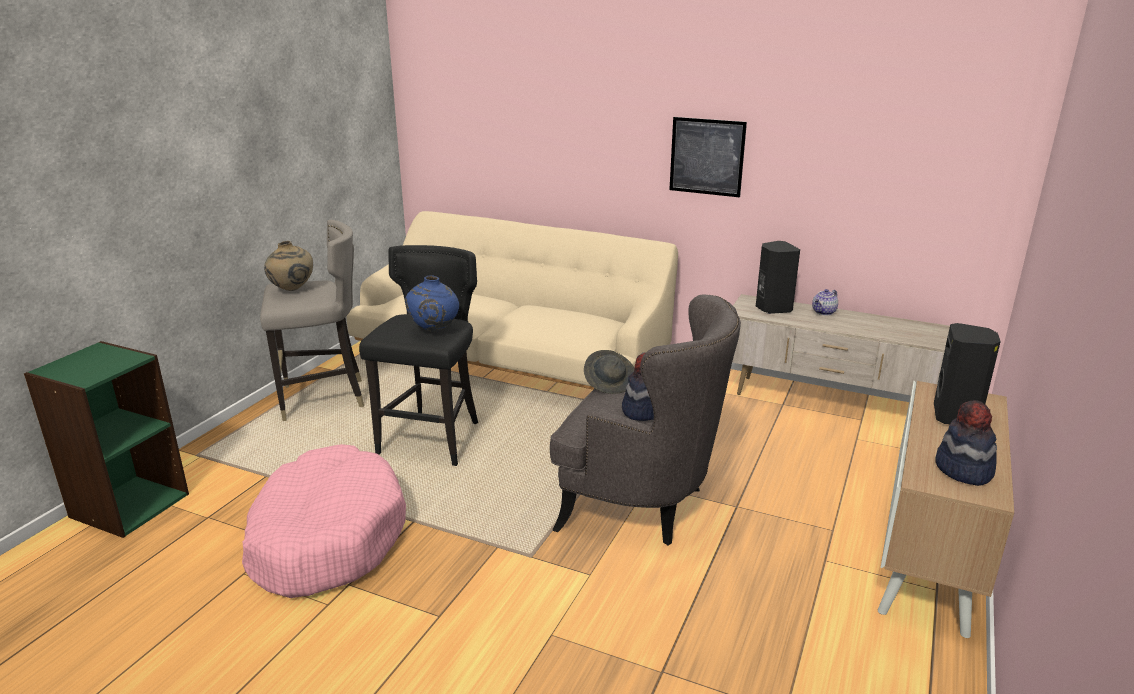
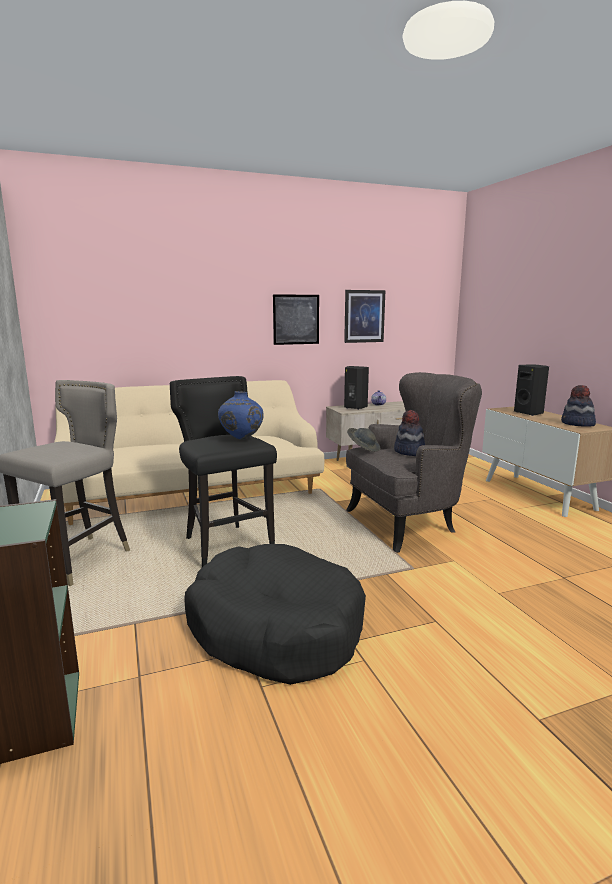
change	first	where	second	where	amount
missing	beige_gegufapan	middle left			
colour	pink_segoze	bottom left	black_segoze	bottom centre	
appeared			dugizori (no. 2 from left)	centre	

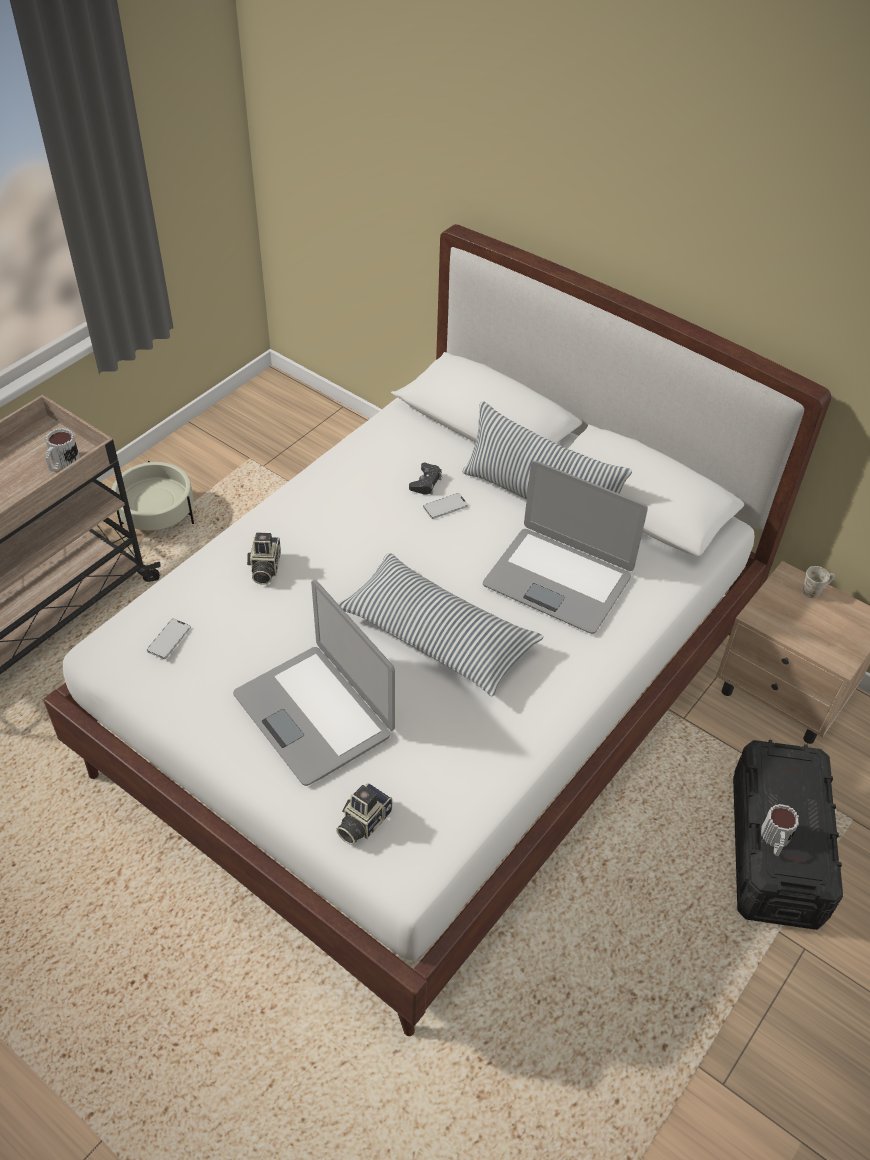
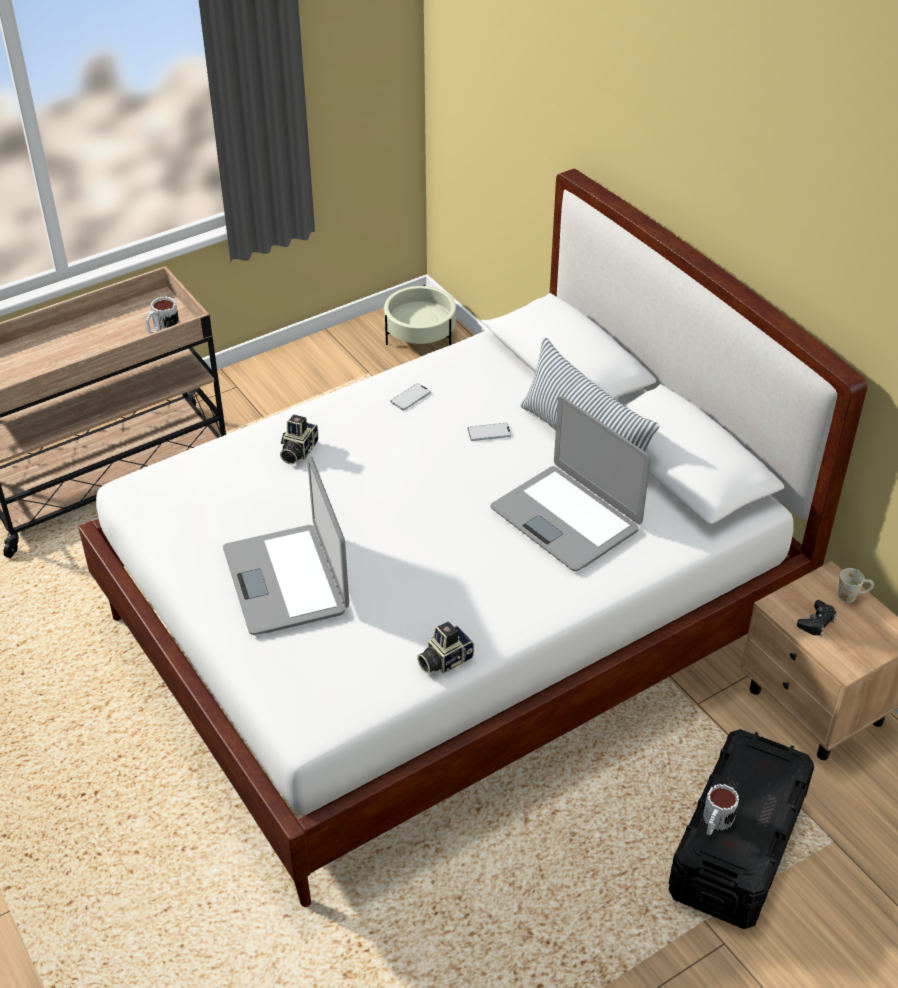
change	first	where	second	where	amount
relocated	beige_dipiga	middle left		top centre	
relocated	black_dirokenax	centre		middle right	
missing	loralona (no. 1 from left)	centre			
relocated	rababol (no. 1 from left)	middle left		centre	
relocated	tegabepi (no. 2 from left)	bottom centre		centre	

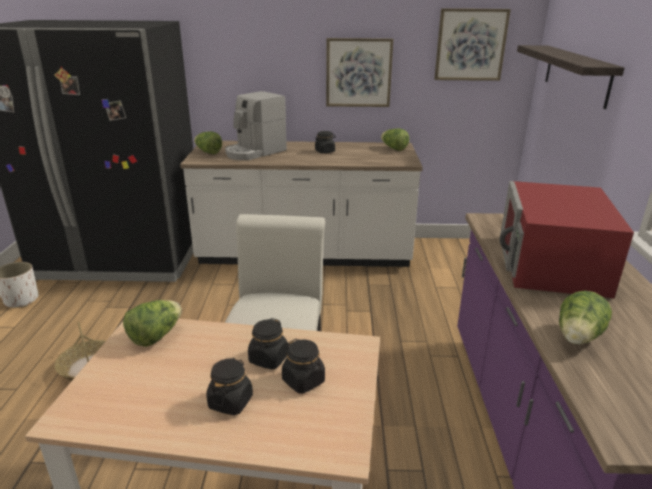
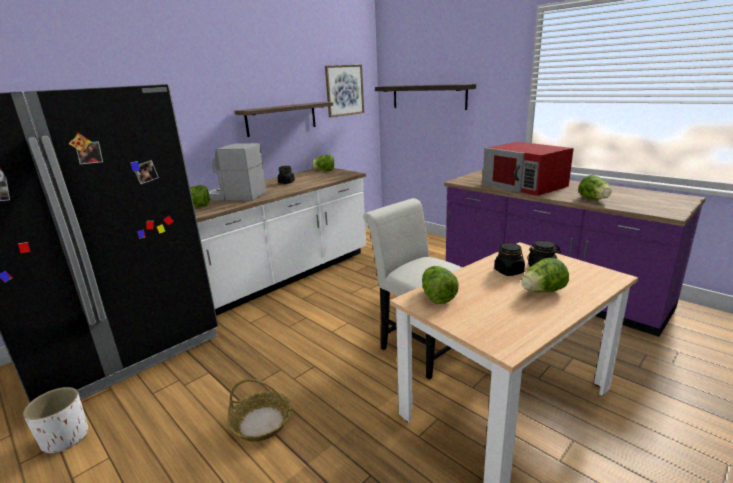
change	first	where	second	where	amount
exchanged	dugizori (no. 1 from left)	top centre	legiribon (no. 1 from left)	top centre	
spun	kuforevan	top centre		middle left	105 degrees clockwise
exchanged	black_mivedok (no. 1 from left)	bottom centre	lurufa (no. 4 from left)	middle right	

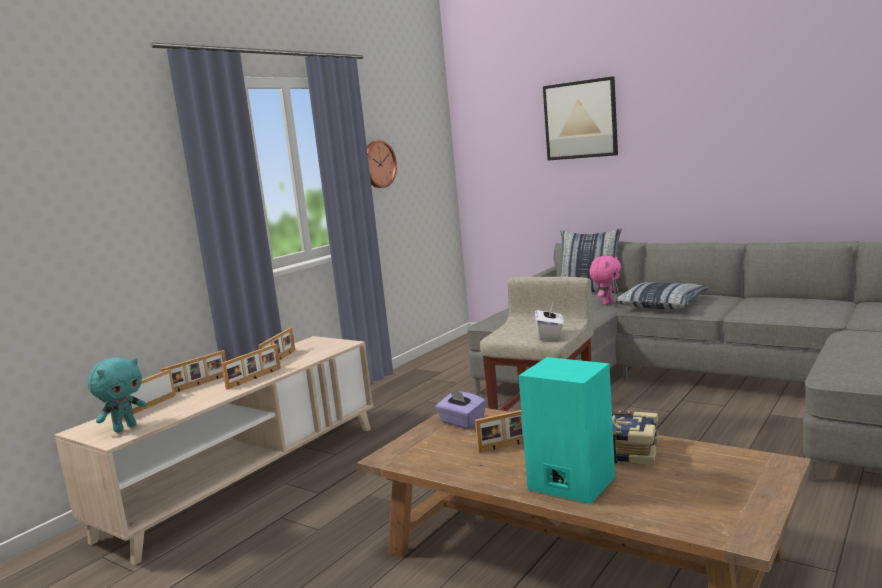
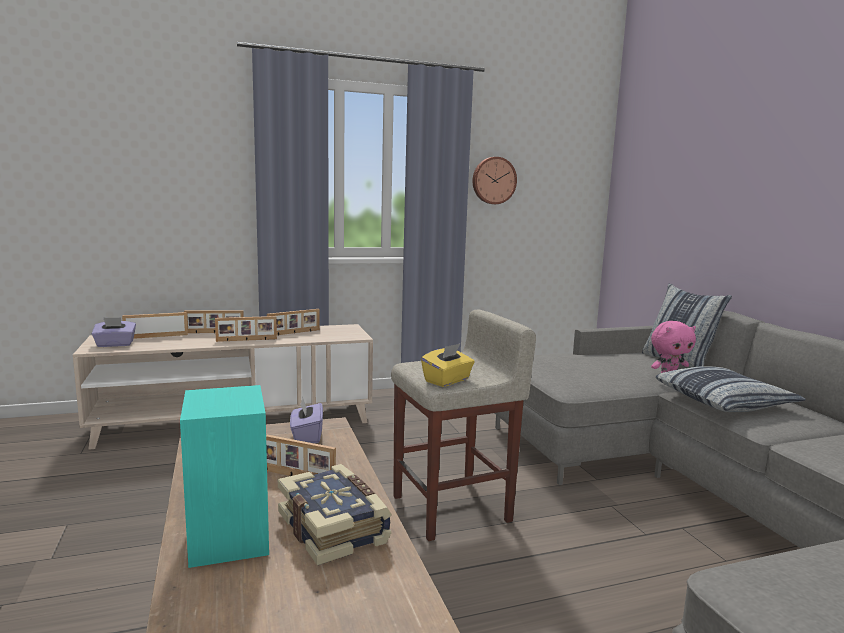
change	first	where	second	where	amount
missing	dugizori	top centre			
colour	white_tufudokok	centre	yellow_tufudokok	centre	
exchanged	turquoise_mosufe	bottom left	purple_tufudokok (no. 1 from left)	middle left	

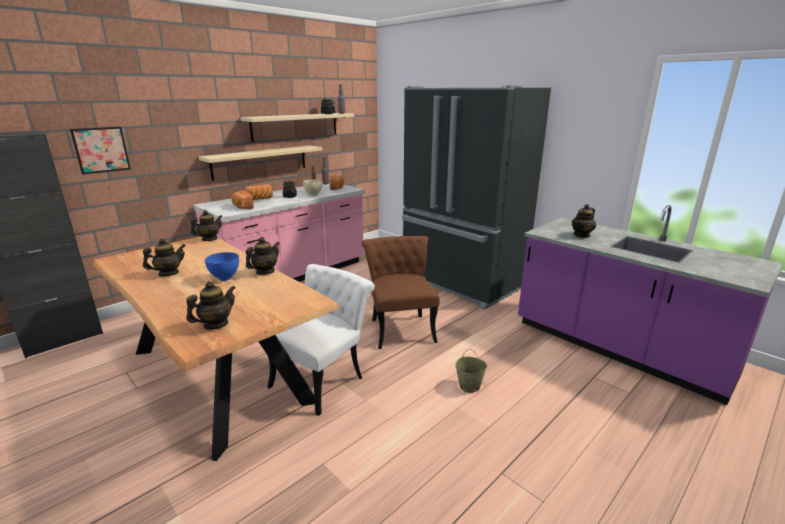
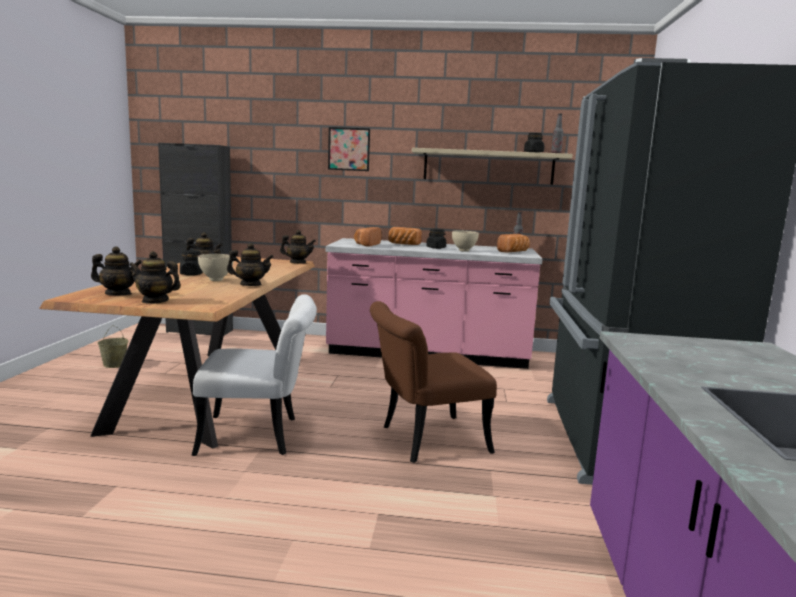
change	first	where	second	where	amount
relocated	dugizori	top left		top centre	
missing	beige_legiribon (no. 1 from left)	top left			
relocated	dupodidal (no. 5 from left in the first image)	middle right	dupodidal (no. 2 from left)	middle left	
spun	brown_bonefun	centre		centre	150 degrees counterclockwise
colour	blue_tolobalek	middle left	beige_tolobalek (no. 1 from left)	middle left	
relocated	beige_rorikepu	bottom centre		middle left	
appeared			black_mivedok (no. 1 from left)	middle left	

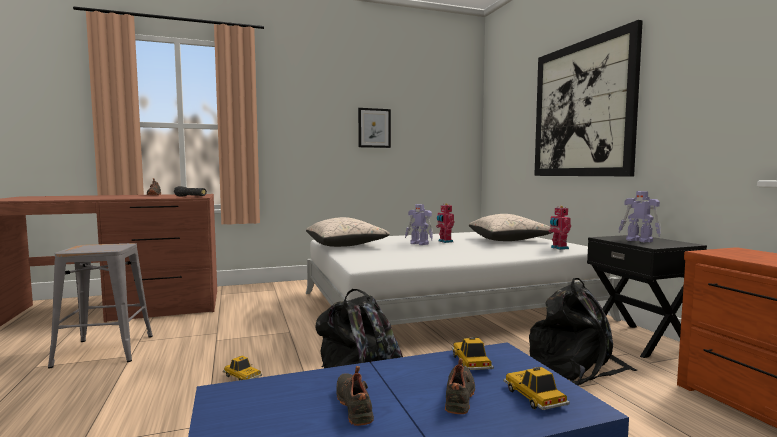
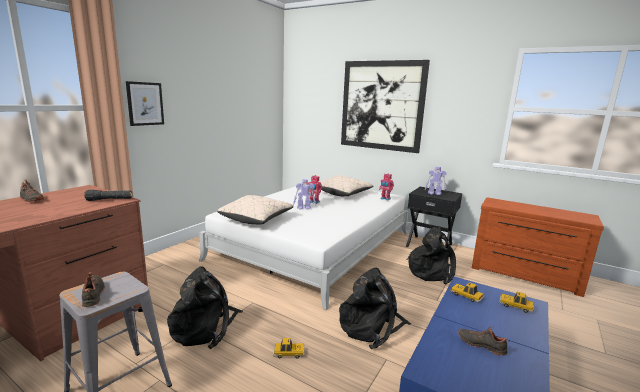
change	first	where	second	where	amount
relocated	dugizori (no. 1 from left)	top centre		top left	
relocated	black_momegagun (no. 3 from left in the first image)	bottom centre	black_momegagun (no. 2 from left)	bottom left	
appeared			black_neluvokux (no. 1 from left)	bottom left	

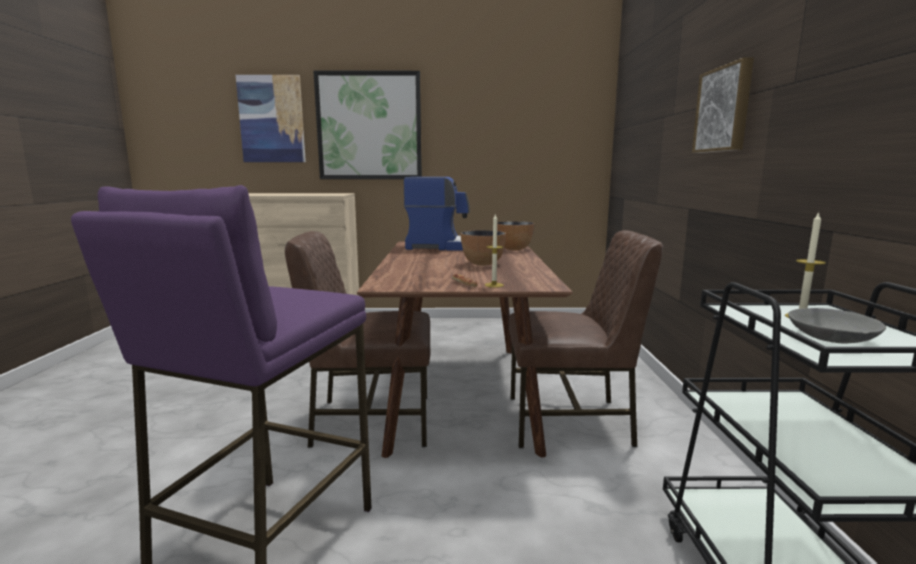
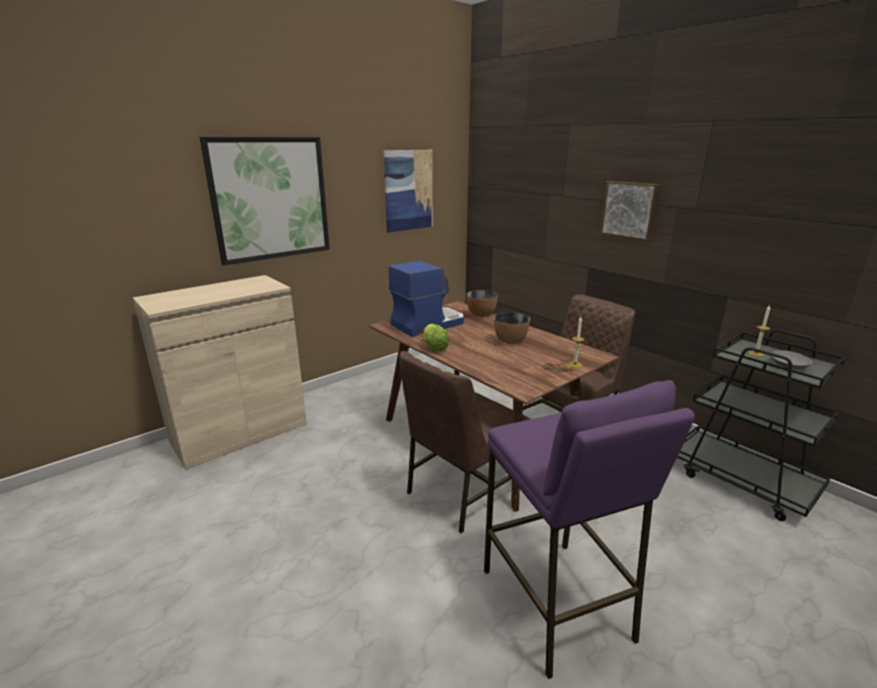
change	first	where	second	where	amount
relocated	dugizori (no. 1 from left in the first image)	top left	dugizori (no. 2 from left)	top centre	
appeared			lurufa	centre	

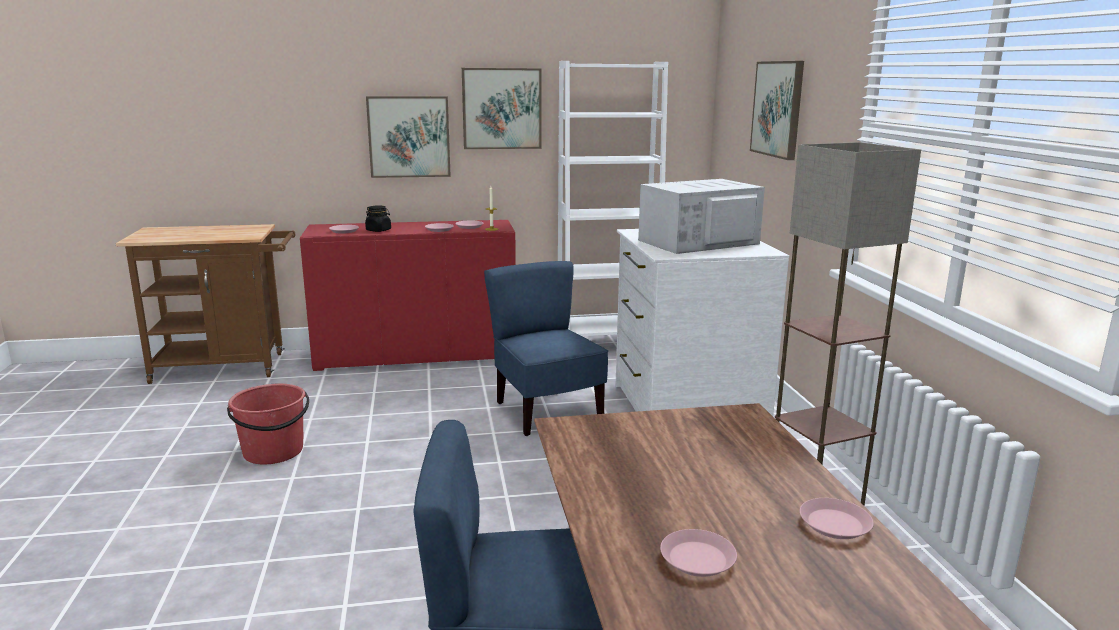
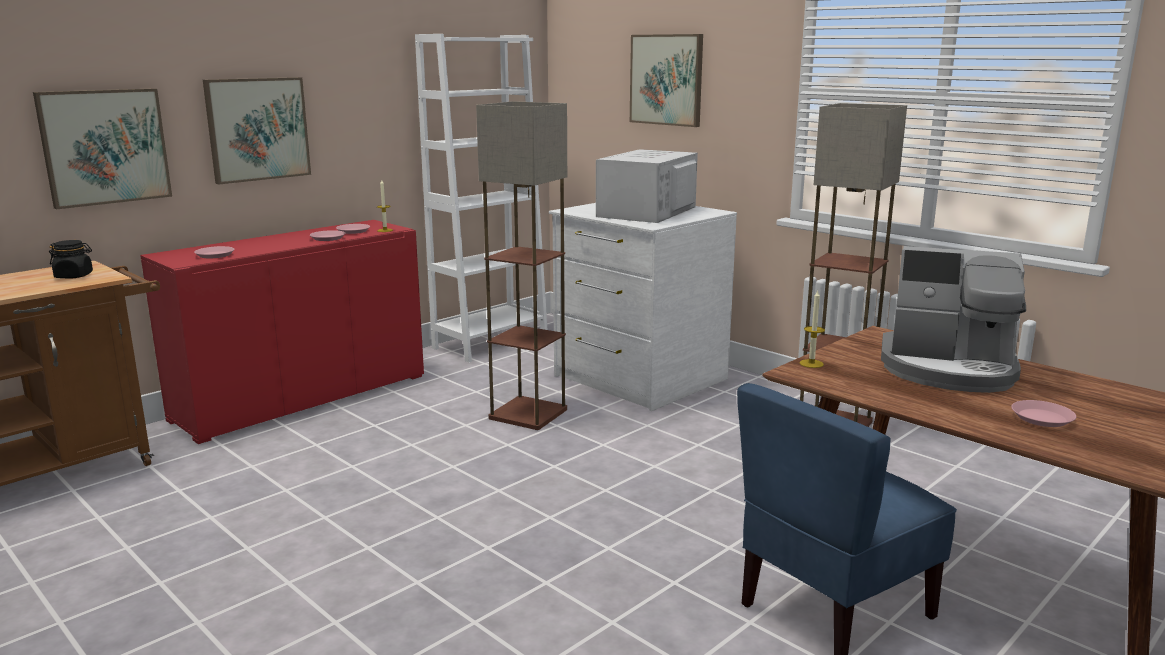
change	first	where	second	where	amount
relocated	dugizori (no. 2 from left in the first image)	top centre	dugizori (no. 1 from left)	top left	
relocated	black_mivedok	centre		middle left	
exchanged	blue_bonefun (no. 2 from left)	centre	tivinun (no. 1 from left)	centre	
missing	red_rorikepu	bottom left			
missing	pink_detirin (no. 5 from left)	bottom right			
appeared			kuforevan	middle right	
appeared			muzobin (no. 2 from left)	middle right	

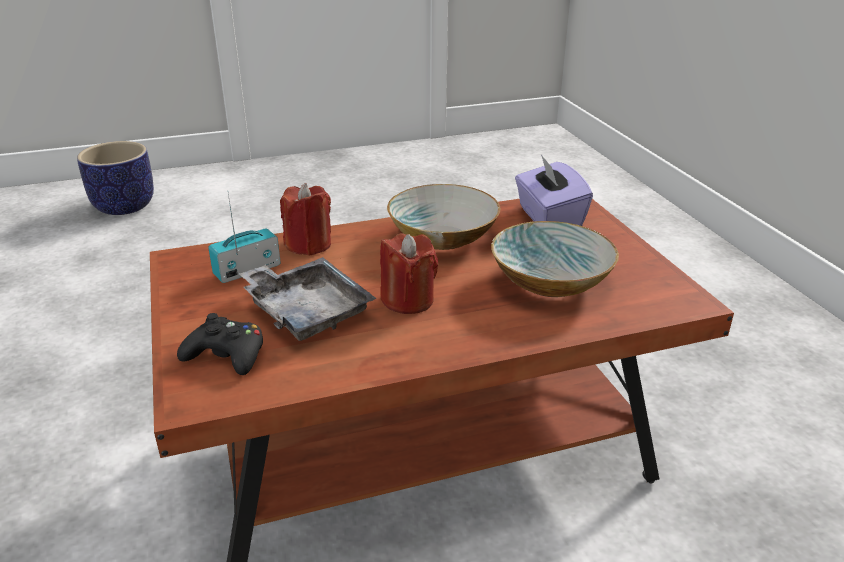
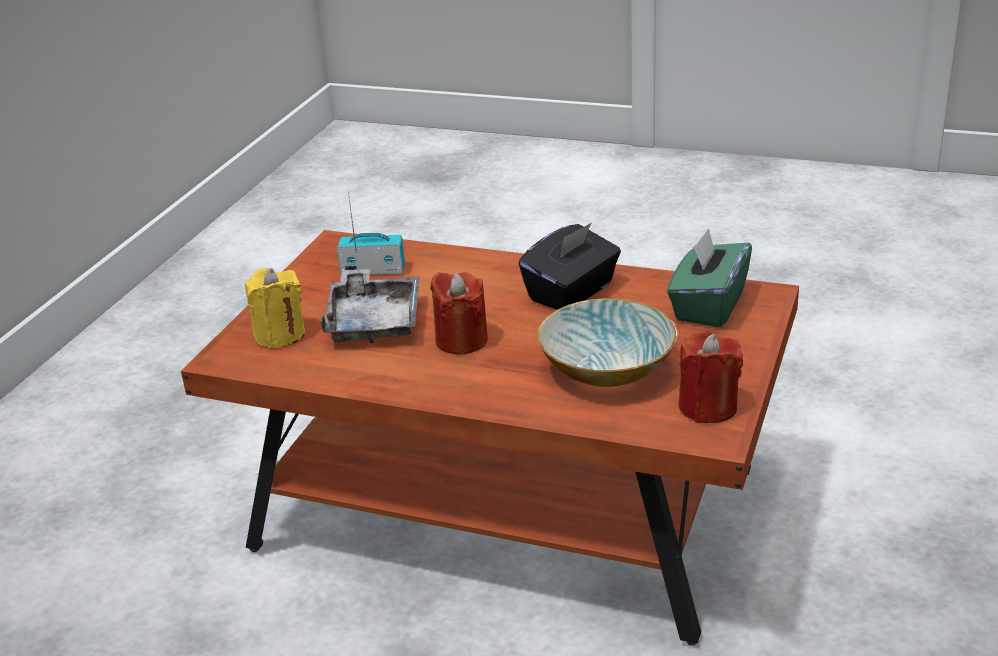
change	first	where	second	where	amount
missing	dipiga	top left			
colour	purple_tufudokok	centre	green_tufudokok	middle right	
relocated	red_muzobin (no. 1 from left in the first image)	centre	red_muzobin (no. 2 from left)	middle right	
exchanged	tolobalek (no. 1 from left)	centre	black_tufudokok	centre	
exchanged	black_dirokenax	middle left	yellow_muzobin	middle left	

